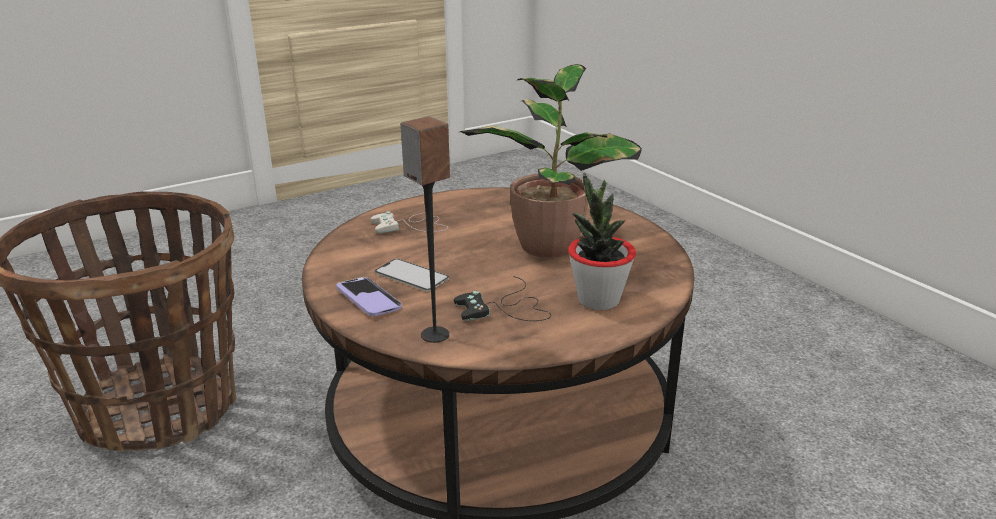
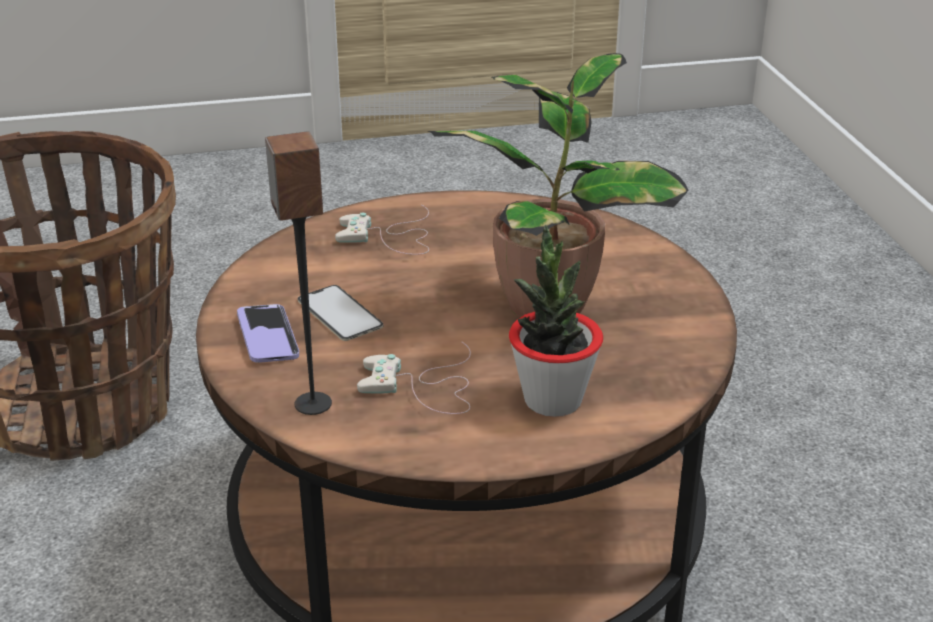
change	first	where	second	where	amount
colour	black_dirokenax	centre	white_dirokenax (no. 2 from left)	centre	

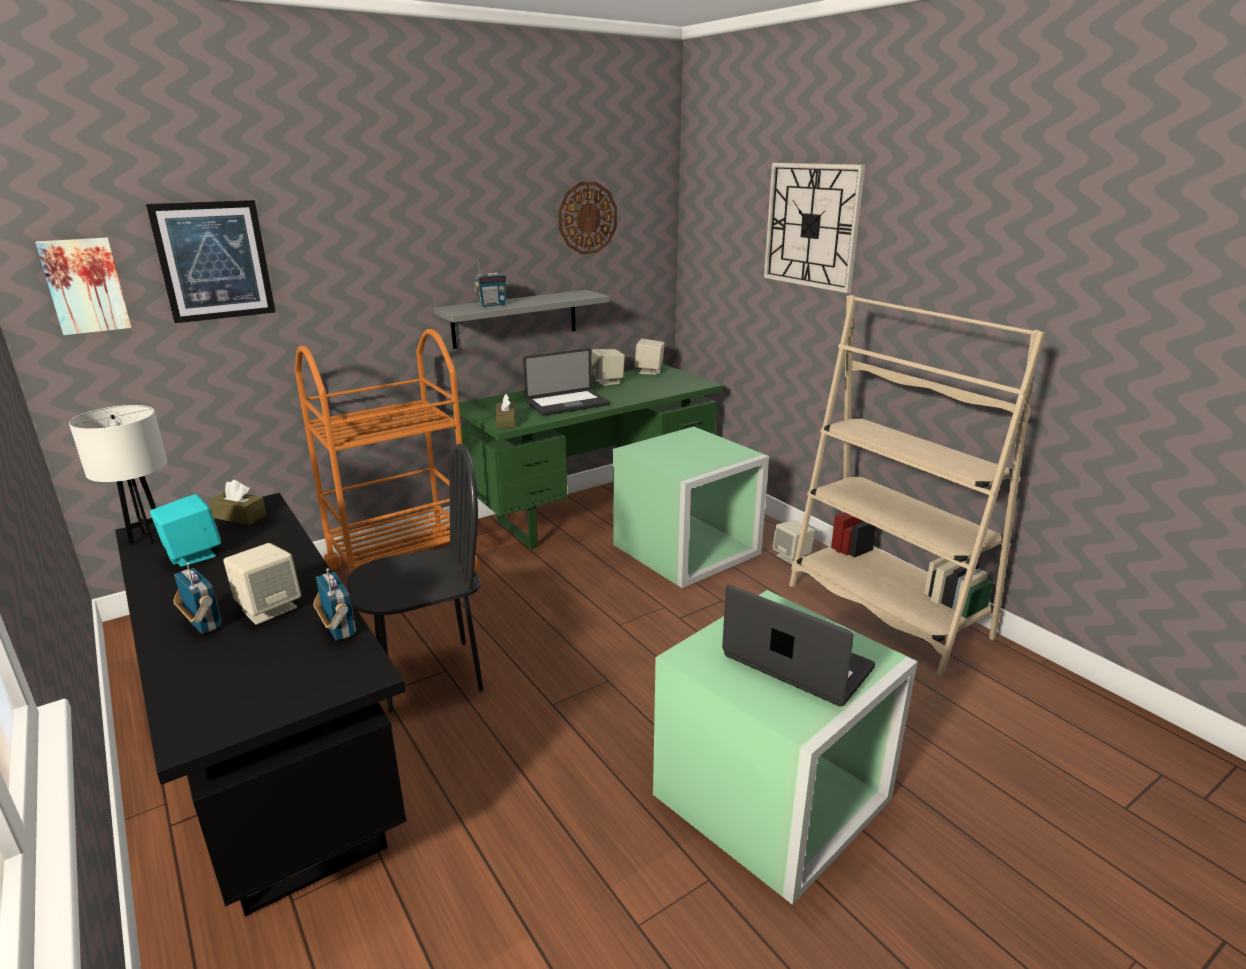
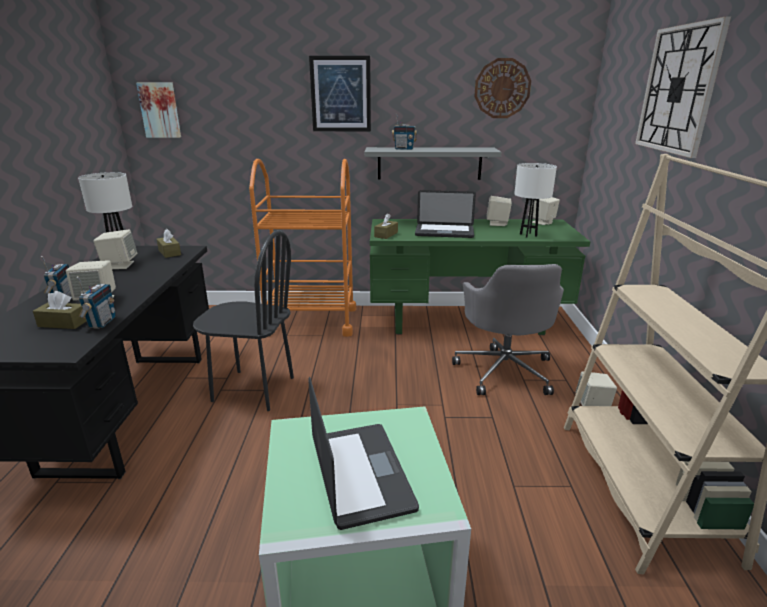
change	first	where	second	where	amount
relocated	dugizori (no. 2 from left)	top left		top centre	
exchanged	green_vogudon (no. 1 from left)	centre	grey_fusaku	centre	
colour	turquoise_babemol	middle left	beige_babemol (no. 2 from left)	middle left	
appeared			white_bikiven (no. 2 from left)	top right	
appeared			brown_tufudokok (no. 1 from left)	middle left	

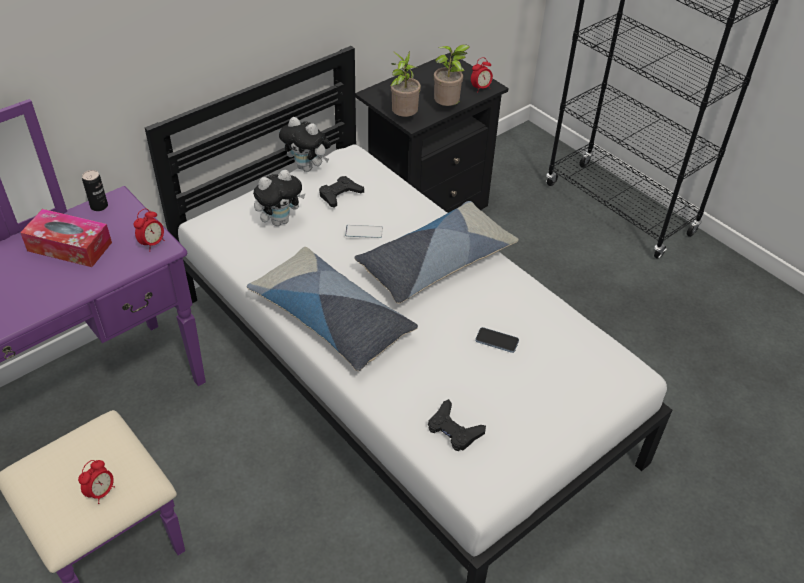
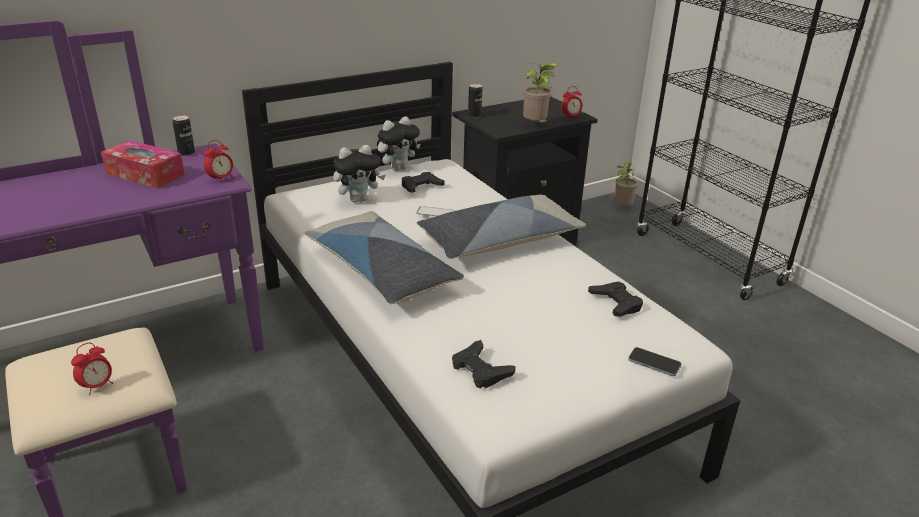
change	first	where	second	where	amount
relocated	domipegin (no. 1 from left in the first image)	top centre	domipegin (no. 2 from left)	middle right	
spun	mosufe (no. 2 from left)	top centre		top centre	75 degrees counterclockwise
relocated	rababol (no. 2 from left)	centre		bottom right	
appeared			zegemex (no. 2 from left)	top centre	
appeared			black_dirokenax (no. 3 from left)	middle right	

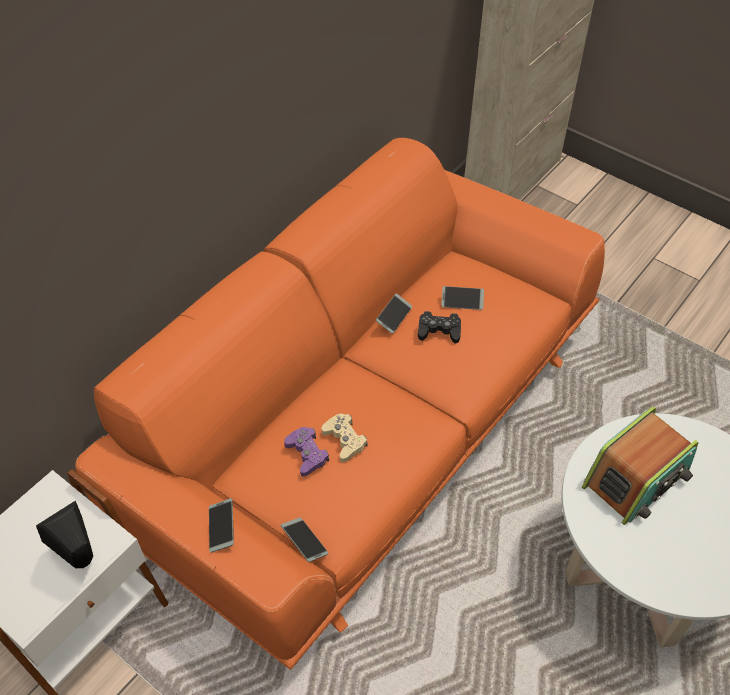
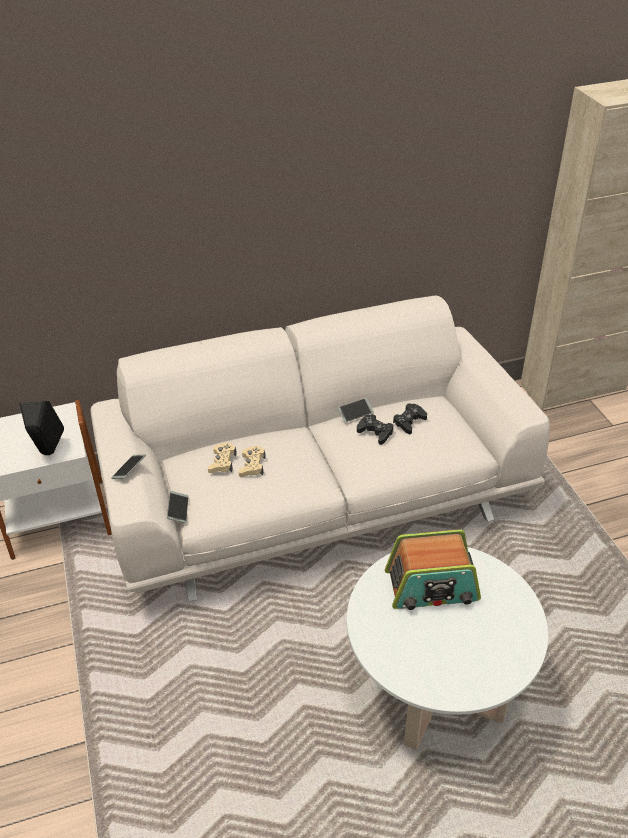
change	first	where	second	where	amount
colour	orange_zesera	centre	white_zesera	centre	
exchanged	rababol (no. 4 from left)	centre	black_dirokenax (no. 2 from left)	centre	
colour	purple_dirokenax	centre	beige_dirokenax (no. 1 from left)	centre	

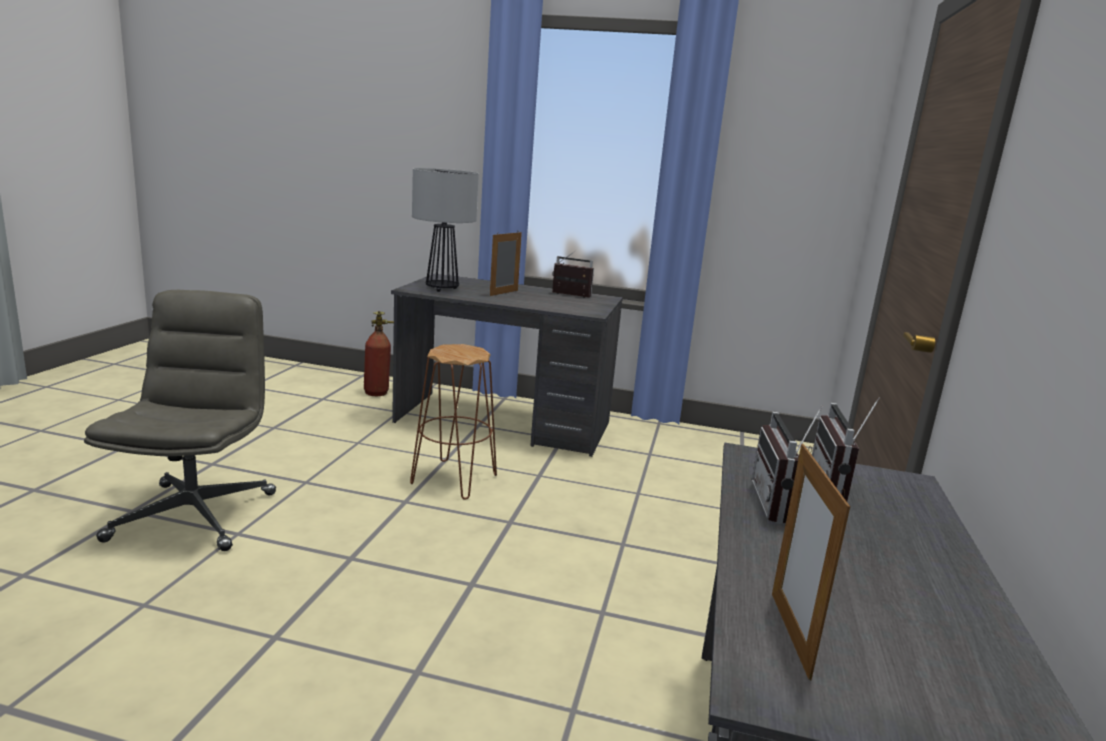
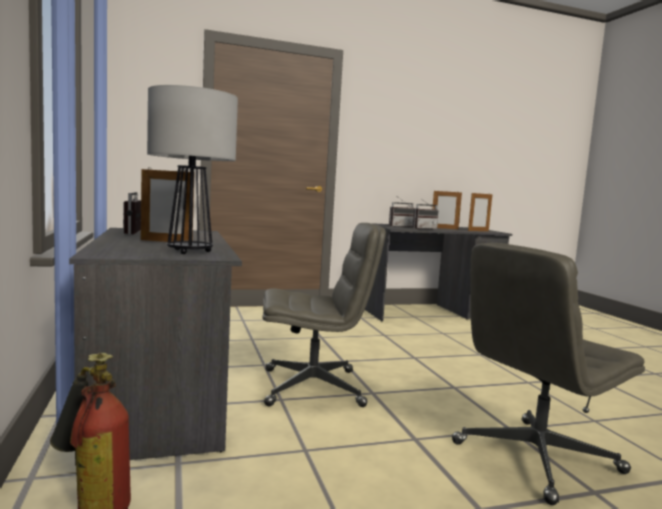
change	first	where	second	where	amount
exchanged	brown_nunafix	centre	grey_fusaku (no. 1 from left)	centre	
appeared			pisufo (no. 2 from left)	middle right	

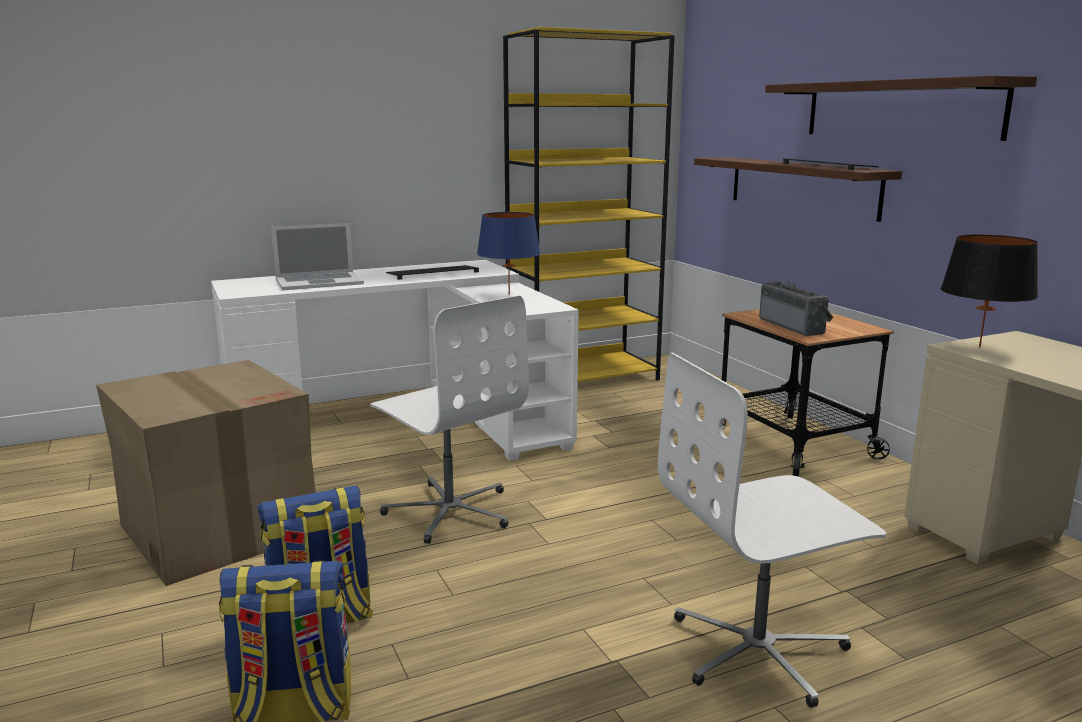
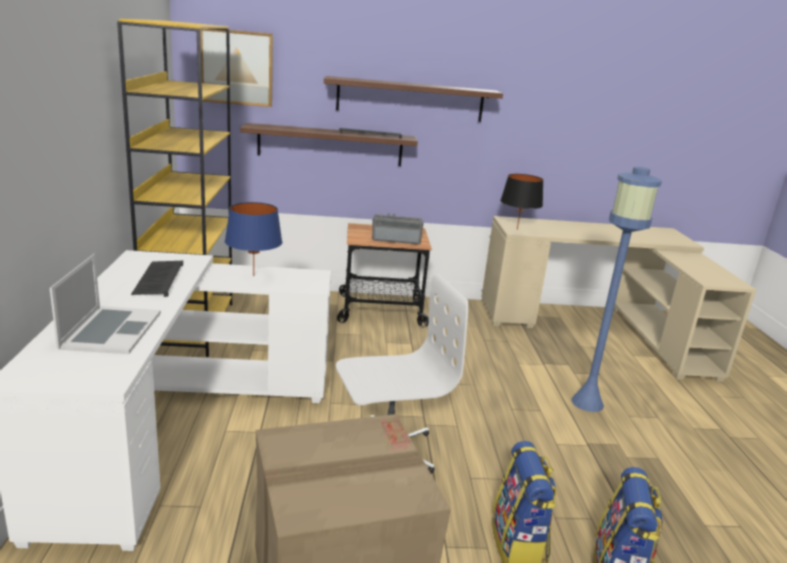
change	first	where	second	where	amount
exchanged	white_fusaku (no. 2 from left)	bottom right	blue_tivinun	middle right	
appeared			dugizori	top left	

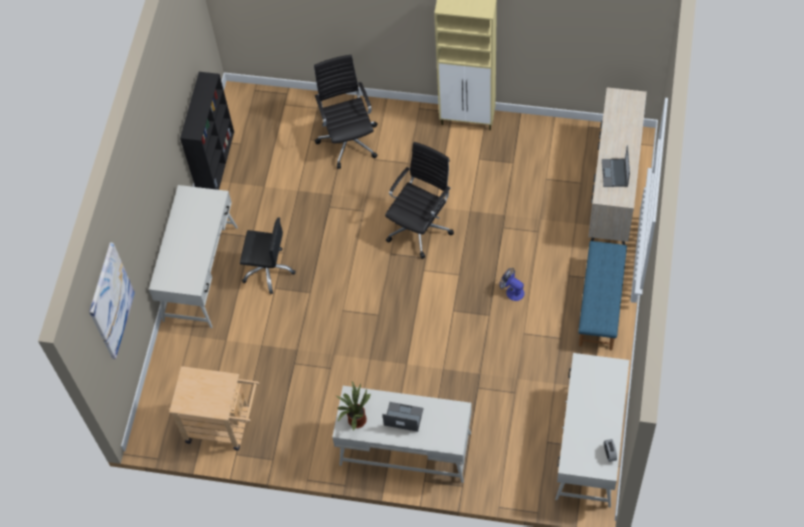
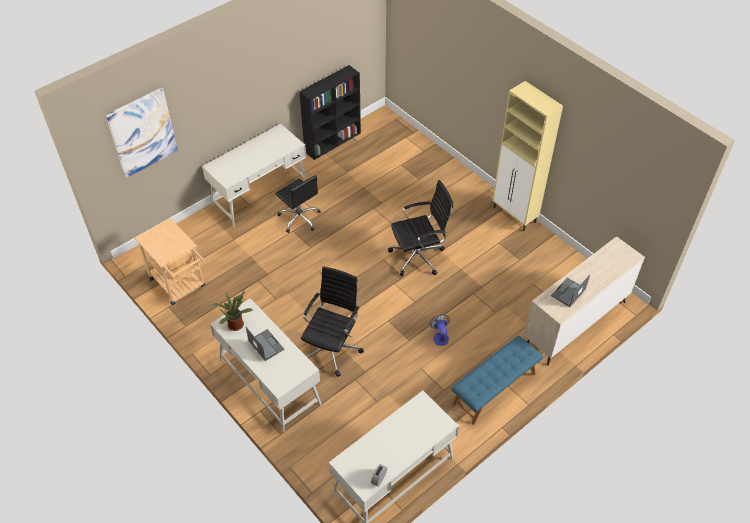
change	first	where	second	where	amount
relocated	black_fusaku (no. 2 from left)	top centre		centre	

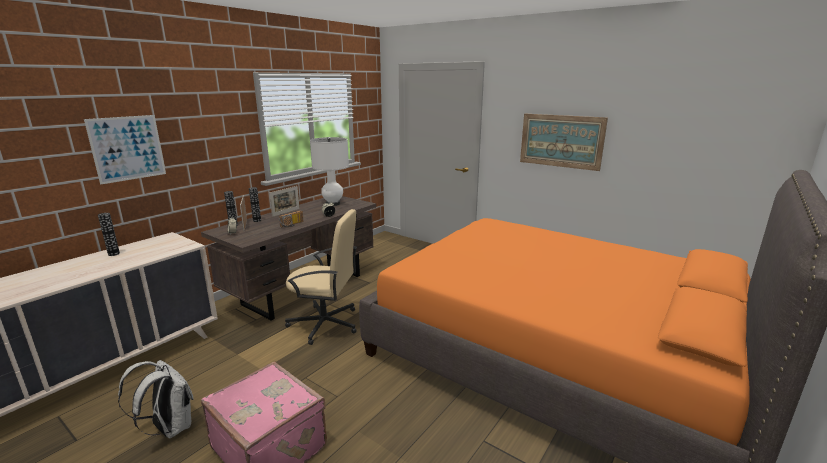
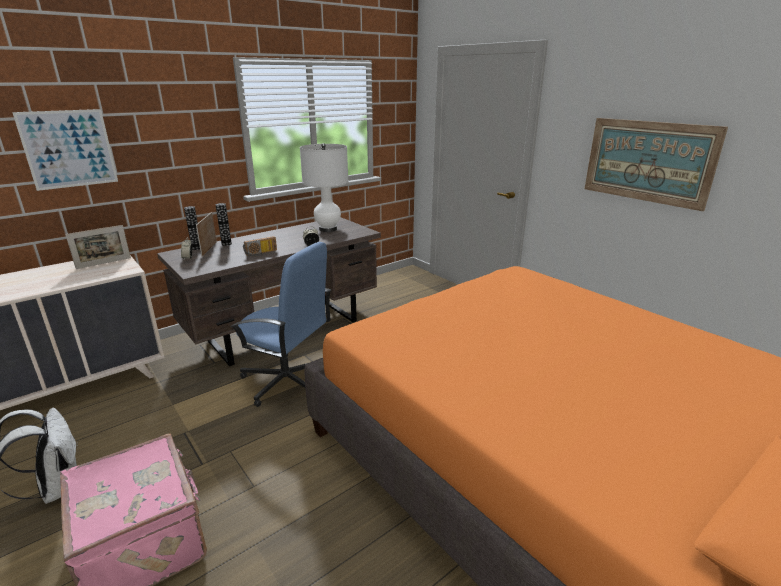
change	first	where	second	where	amount
relocated	pisufo (no. 2 from left in the first image)	centre	pisufo (no. 1 from left)	middle left	
colour	beige_fusaku	centre	blue_fusaku	centre	
missing	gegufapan (no. 1 from left)	middle left			

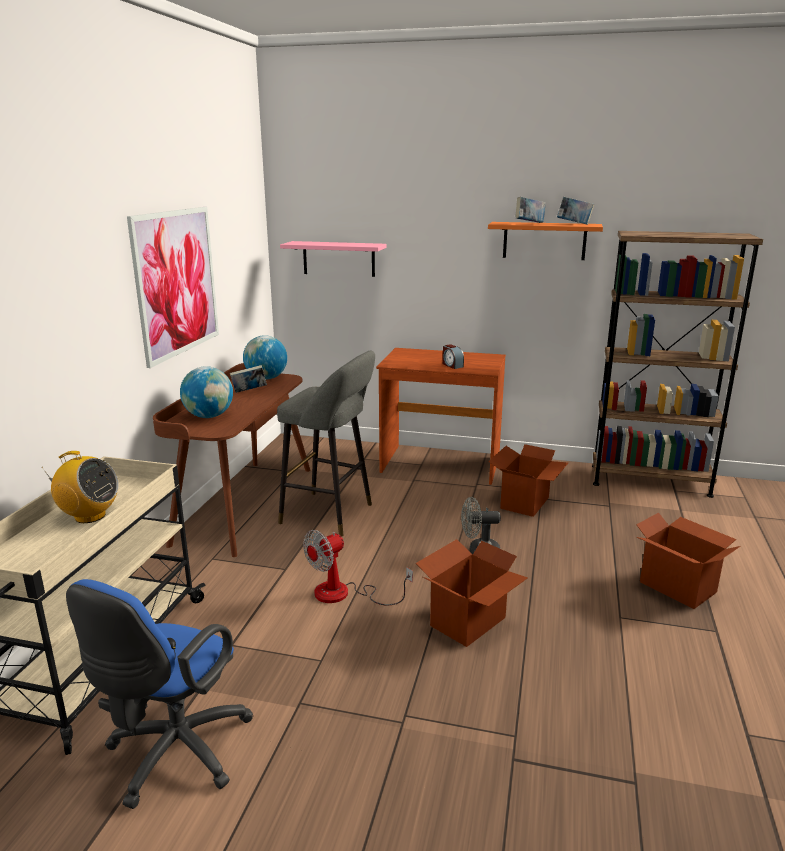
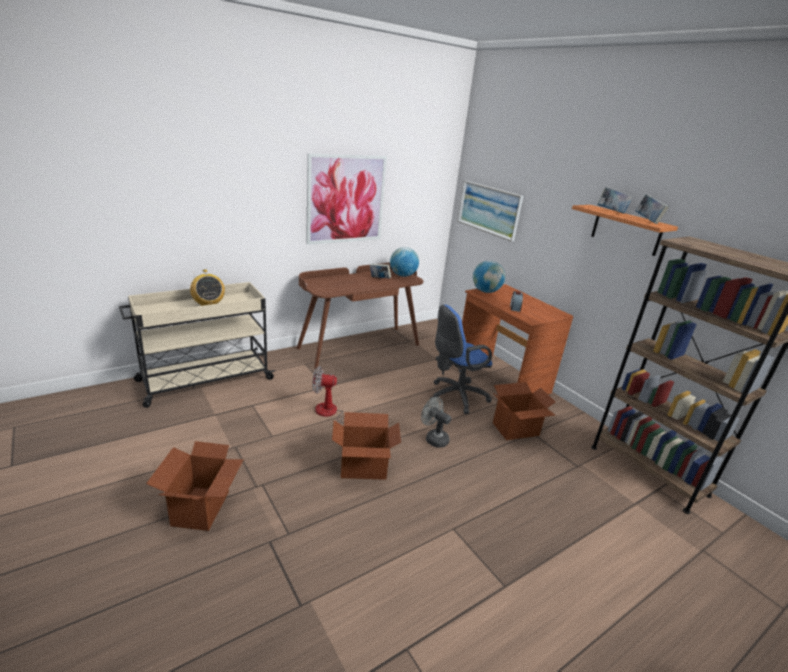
change	first	where	second	where	amount
exchanged	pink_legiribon	top centre	dugizori (no. 2 from left)	top centre	
missing	grey_nunafix	centre			
relocated	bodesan (no. 1 from left in the first image)	middle left	bodesan (no. 2 from left)	centre	
relocated	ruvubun (no. 3 from left in the first image)	middle right	ruvubun (no. 1 from left)	bottom left	
relocated	blue_fusaku	bottom left		centre	

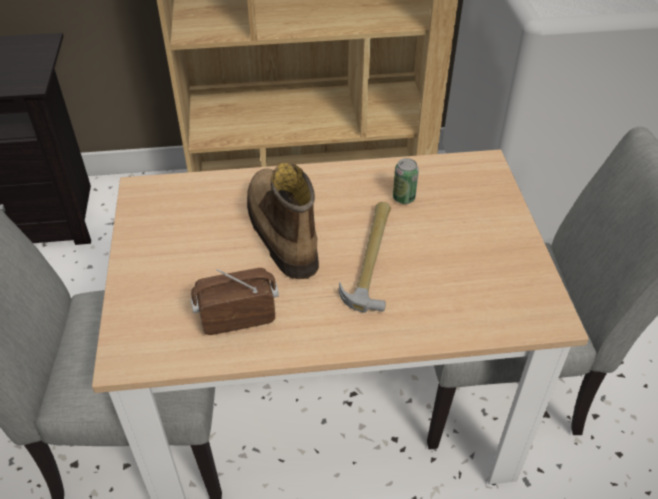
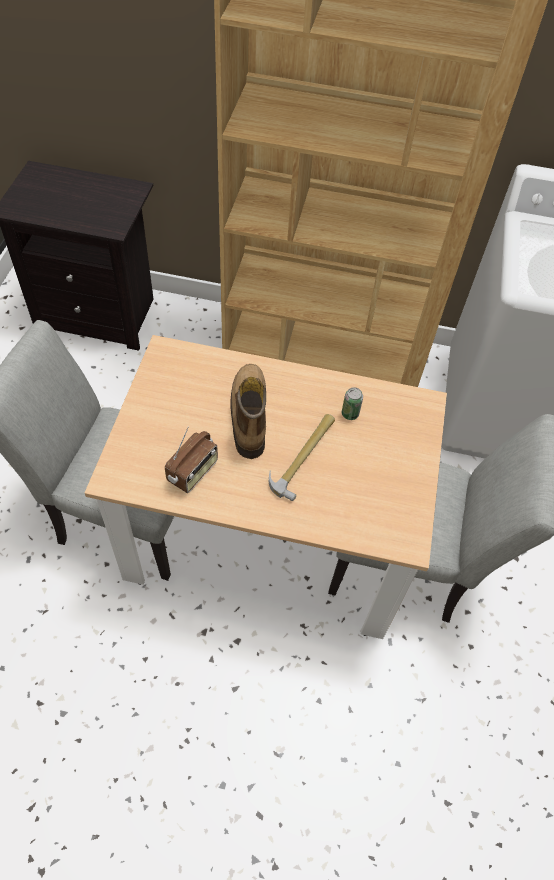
change	first	where	second	where	amount
spun	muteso	centre		centre	120 degrees clockwise

